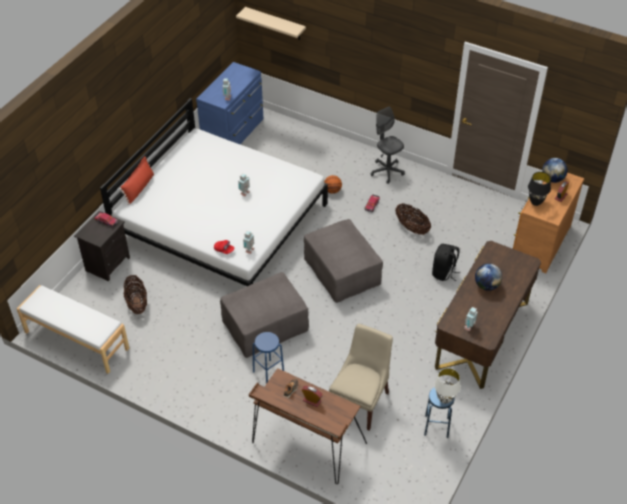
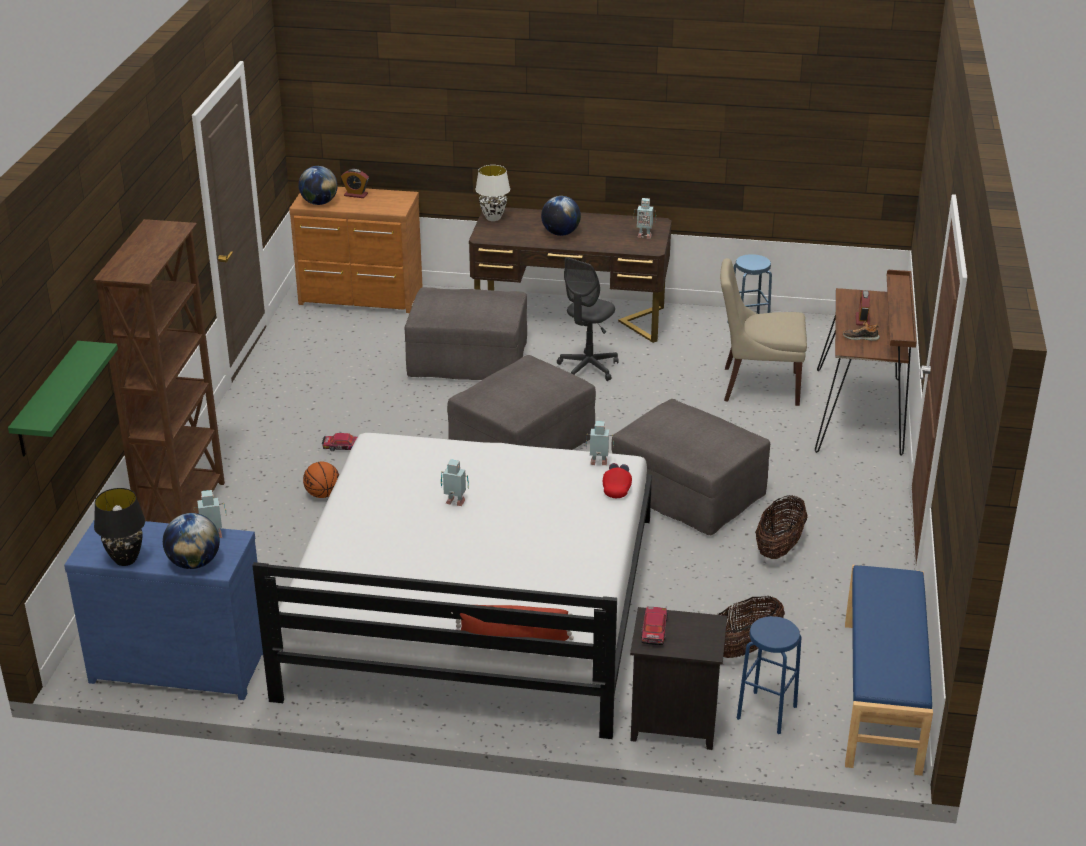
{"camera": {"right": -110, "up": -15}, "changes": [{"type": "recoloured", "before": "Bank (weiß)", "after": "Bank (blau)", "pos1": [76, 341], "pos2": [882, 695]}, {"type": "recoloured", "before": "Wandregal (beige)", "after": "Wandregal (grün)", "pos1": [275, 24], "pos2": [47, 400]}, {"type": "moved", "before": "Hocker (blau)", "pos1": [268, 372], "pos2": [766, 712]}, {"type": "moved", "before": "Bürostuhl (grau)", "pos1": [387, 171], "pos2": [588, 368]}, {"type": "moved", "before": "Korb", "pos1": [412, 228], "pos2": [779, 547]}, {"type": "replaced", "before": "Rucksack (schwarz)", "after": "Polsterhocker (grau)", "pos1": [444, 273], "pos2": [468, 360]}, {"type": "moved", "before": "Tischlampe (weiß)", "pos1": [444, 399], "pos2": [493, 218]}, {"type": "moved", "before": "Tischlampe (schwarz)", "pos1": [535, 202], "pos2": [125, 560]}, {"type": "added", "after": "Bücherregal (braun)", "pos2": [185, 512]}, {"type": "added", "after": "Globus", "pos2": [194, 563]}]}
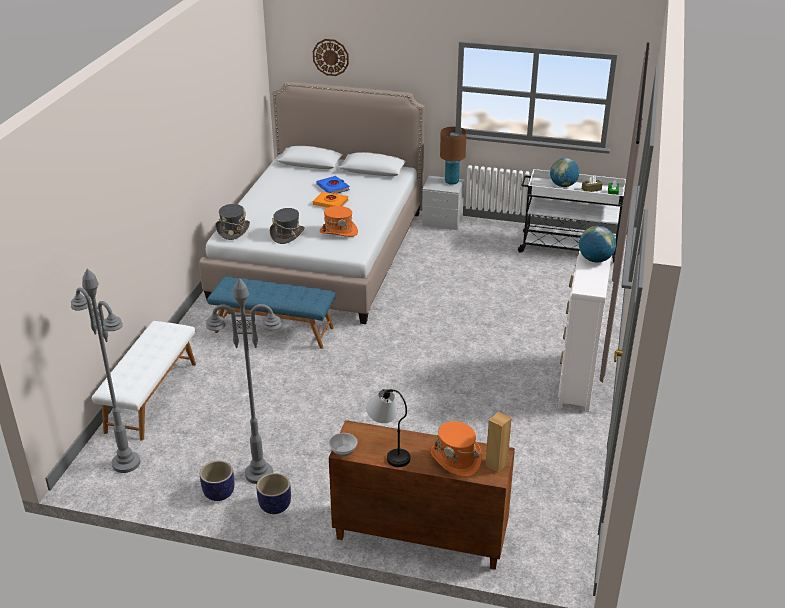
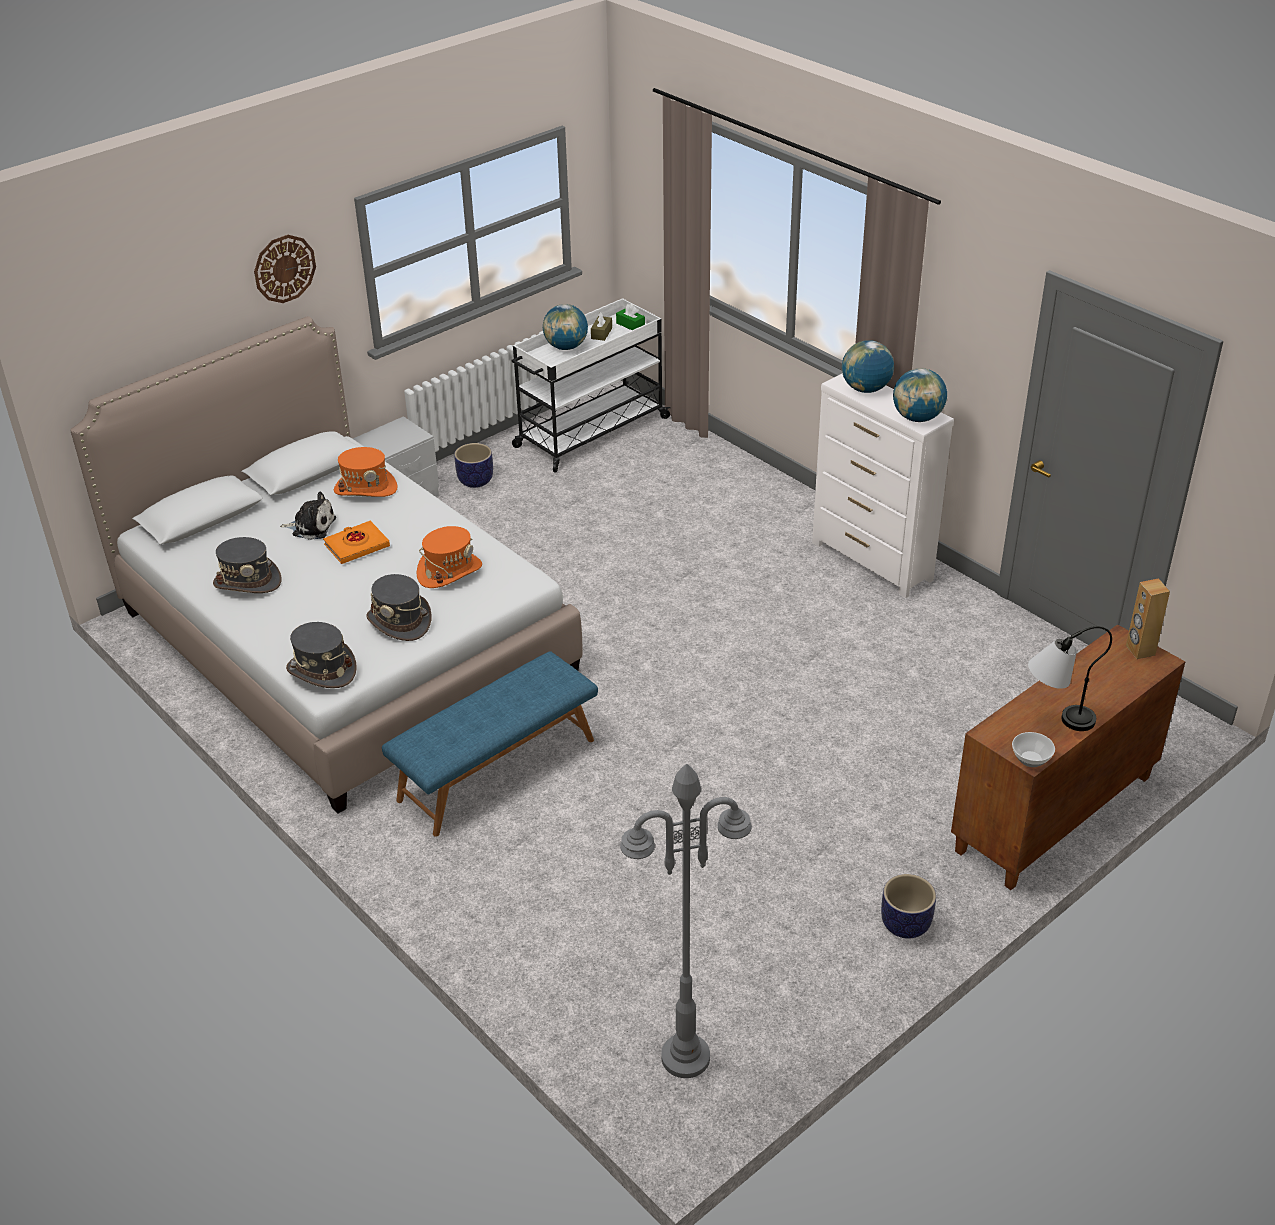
{"camera": {"right": -55, "up": 5}, "changes": [{"type": "removed", "before": "Bank (weiß)", "pos1": [151, 396]}, {"type": "moved", "before": "Pflanzkübel", "pos1": [218, 493], "pos2": [475, 481]}, {"type": "removed", "before": "Stehlampe (grau)", "pos1": [258, 474]}, {"type": "moved", "before": "Wanduhr", "pos1": [330, 57], "pos2": [284, 268]}, {"type": "replaced", "before": "Buch (blau)", "after": "Plüschtier", "pos1": [333, 187], "pos2": [311, 526]}, {"type": "moved", "before": "Hut (orange)", "pos1": [456, 459], "pos2": [365, 489]}, {"type": "removed", "before": "Tischlampe (braun)", "pos1": [451, 182]}, {"type": "added", "after": "Hut (grau)", "pos2": [247, 582]}, {"type": "added", "after": "Globus", "pos2": [917, 418]}]}
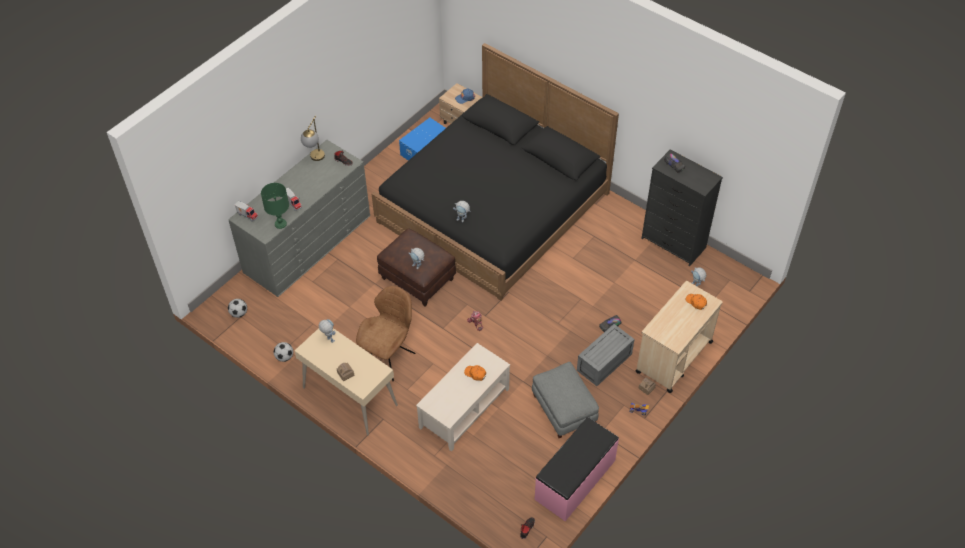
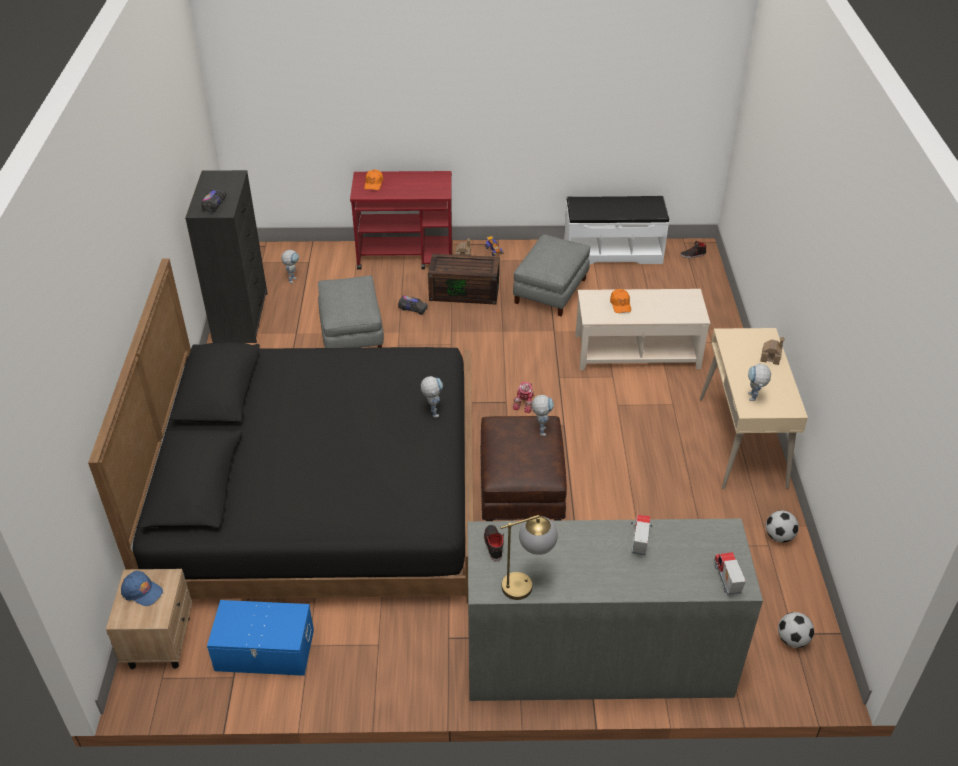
{"camera": {"right": -130, "up": -10}, "changes": [{"type": "removed", "before": "Tischlampe (grün)", "pos1": [280, 224]}, {"type": "removed", "before": "Stuhl (braun)", "pos1": [389, 357]}, {"type": "recoloured", "before": "Bank (rosa)", "after": "Bank (weiß)", "pos1": [575, 480], "pos2": [612, 251]}, {"type": "recoloured", "before": "Aufbewahrungsbox (grau)", "after": "Aufbewahrungsbox (braun)", "pos1": [604, 363], "pos2": [465, 291]}, {"type": "recoloured", "before": "Rollwagen (beige)", "after": "Rollwagen (rot)", "pos1": [673, 357], "pos2": [406, 256]}, {"type": "added", "after": "Polsterhocker (grau)", "pos2": [351, 333]}]}
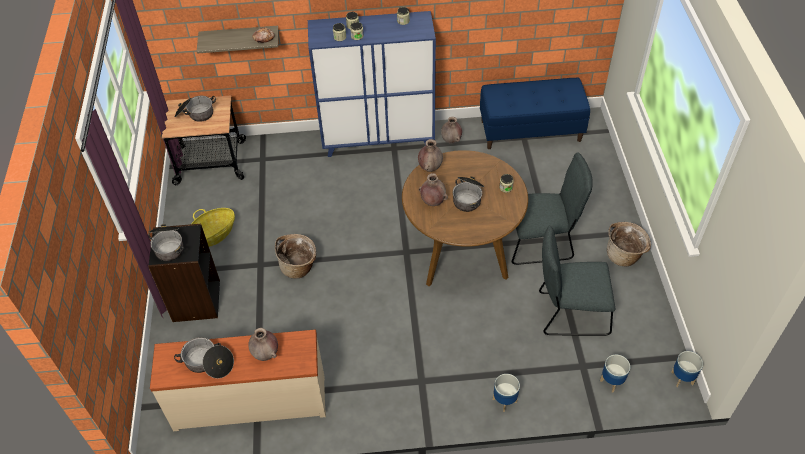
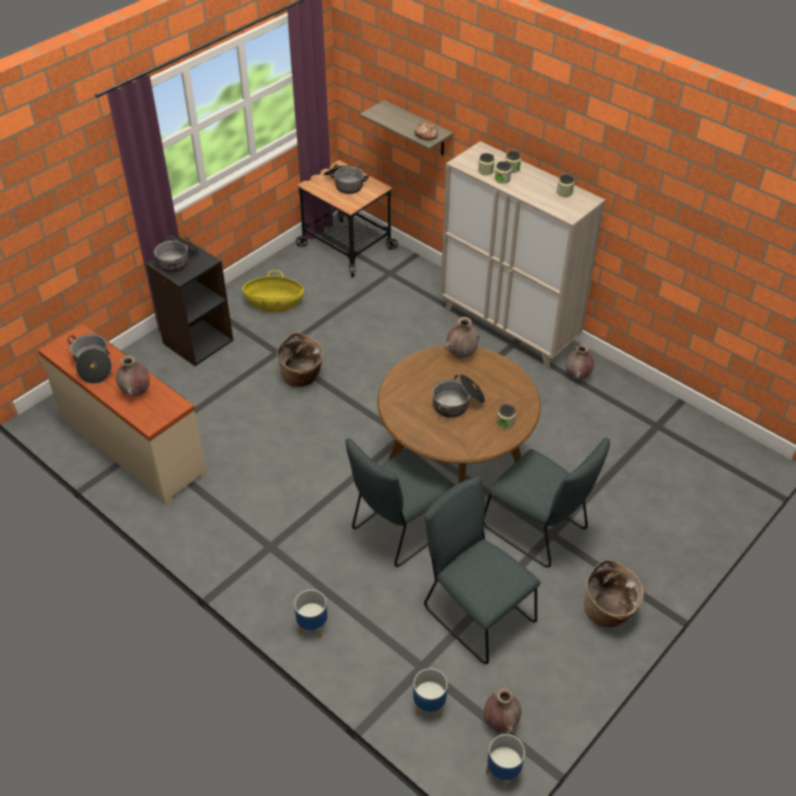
{"camera": {"right": 45, "up": -5}, "changes": [{"type": "recoloured", "before": "Schrank (blau)", "after": "Schrank (beige)", "pos1": [378, 140], "pos2": [508, 327]}, {"type": "moved", "before": "Vase (braun)", "pos1": [433, 202], "pos2": [500, 722]}, {"type": "removed", "before": "Bank (blau)", "pos1": [531, 130]}, {"type": "added", "after": "Stuhl (grau)", "pos2": [400, 529]}]}
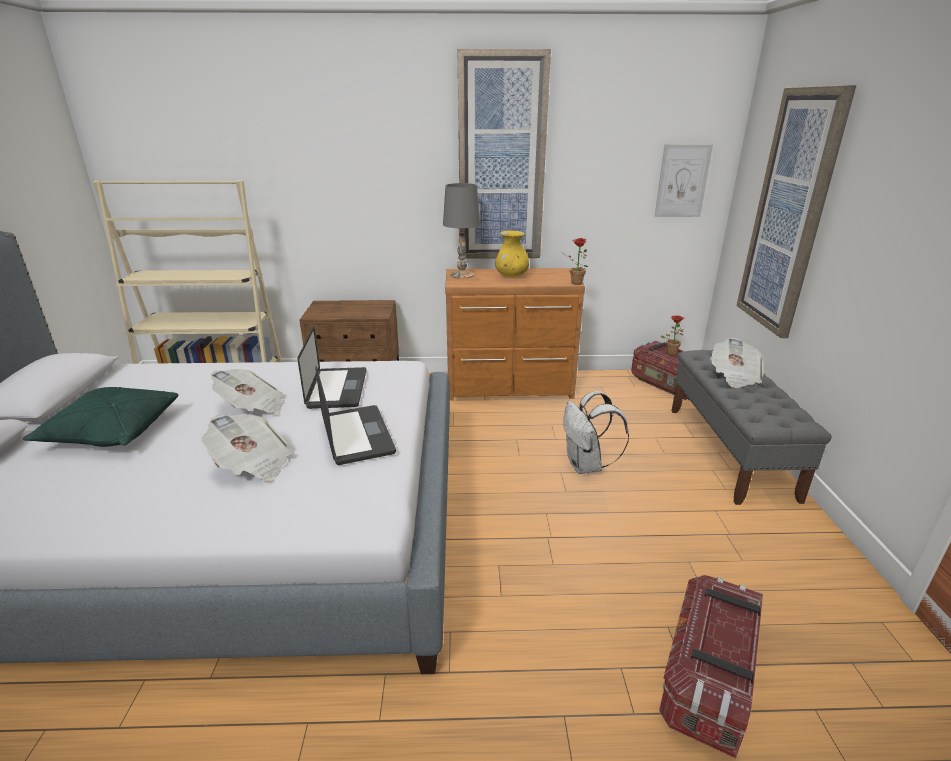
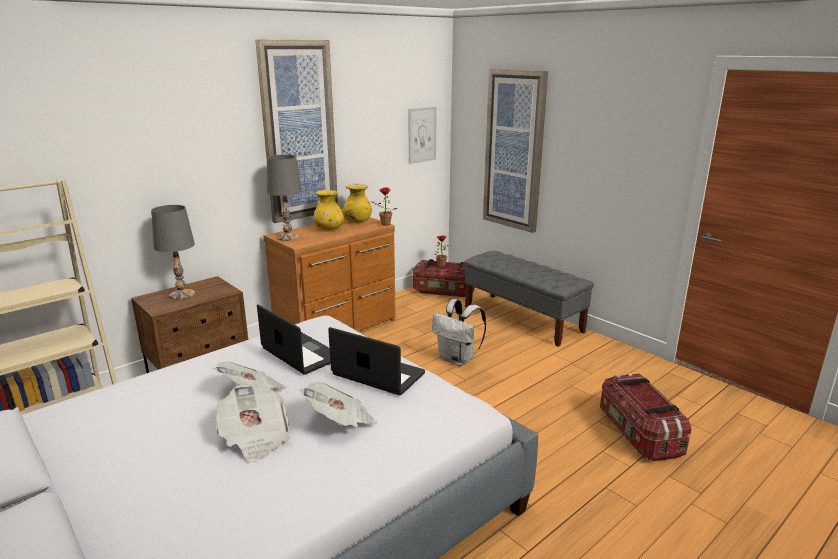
{"camera": {"right": -40, "up": -5}, "changes": [{"type": "removed", "before": "Kissen (grün)", "pos1": [112, 432]}, {"type": "moved", "before": "Zeitung", "pos1": [734, 376], "pos2": [255, 438]}, {"type": "added", "after": "Tischlampe (grau)", "pos2": [181, 294]}, {"type": "added", "after": "Vase (gelb)", "pos2": [357, 222]}]}
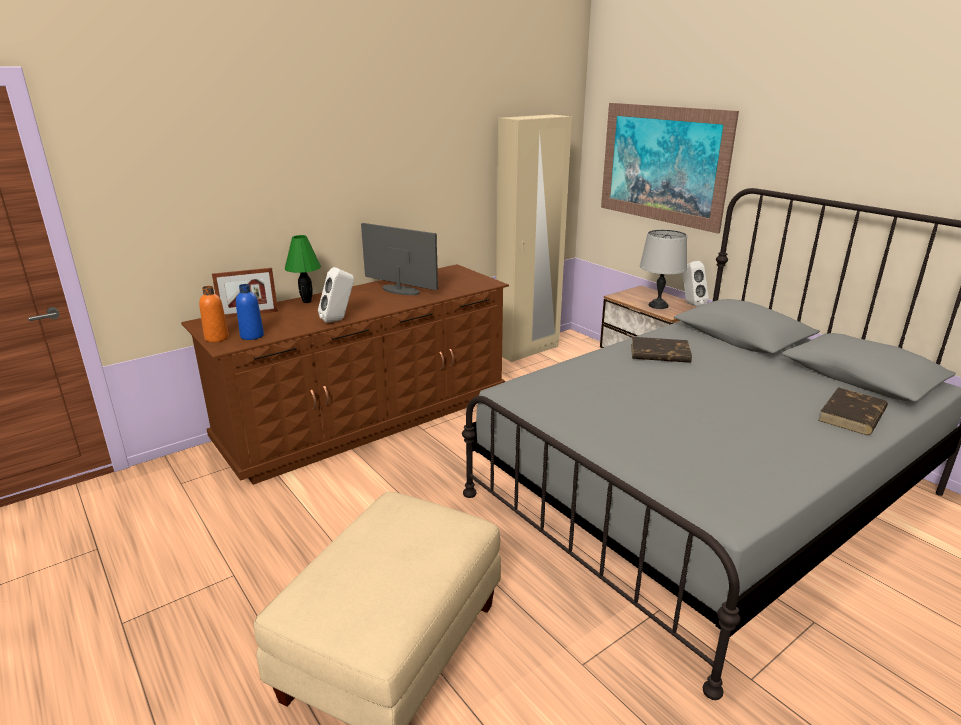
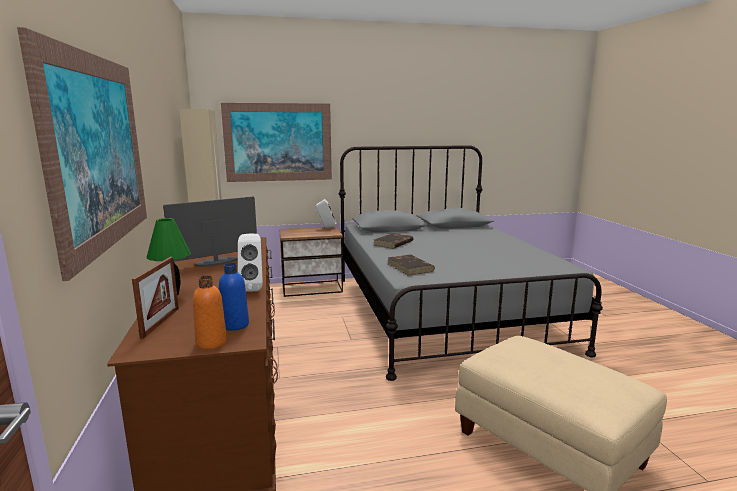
{"camera": {"right": -65, "up": -10}, "changes": [{"type": "removed", "before": "Tischlampe (grau)", "pos1": [658, 305]}, {"type": "moved", "before": "Buch (braun)", "pos1": [852, 415], "pos2": [410, 267]}, {"type": "added", "after": "Bild", "pos2": [99, 152]}]}
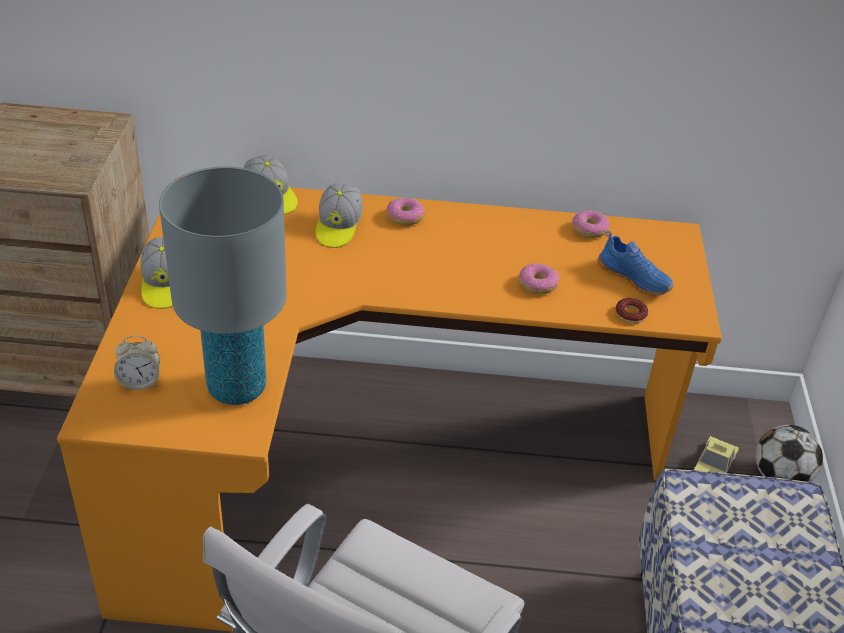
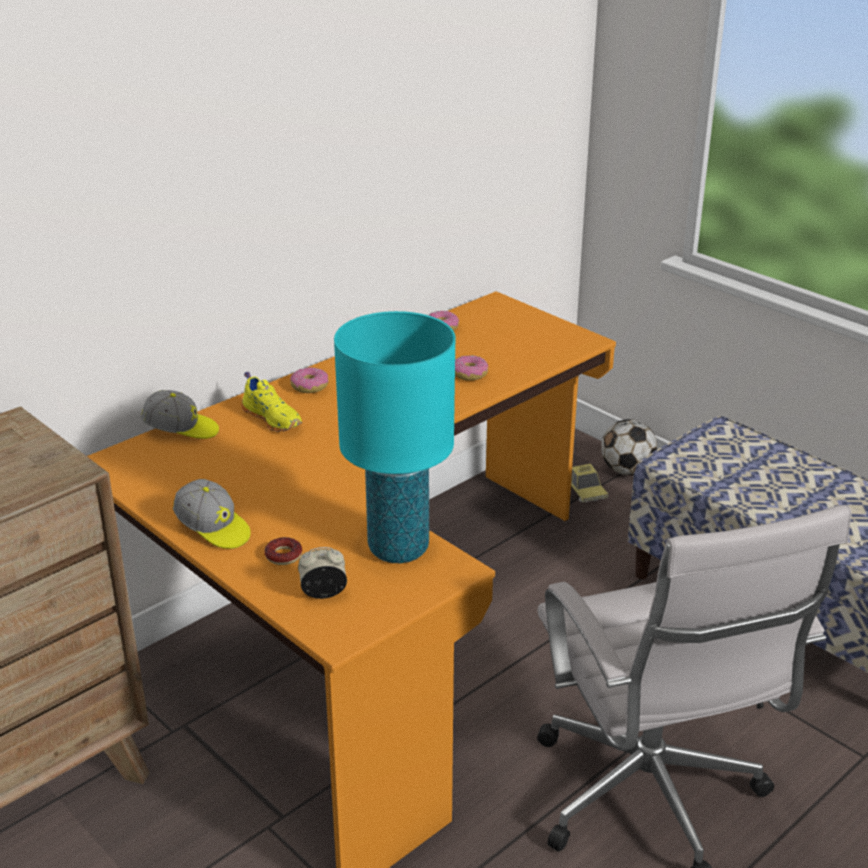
{"camera": {"right": -45, "up": -10}, "changes": [{"type": "turned", "before": "Wecker", "pos1": [140, 382], "pos2": [323, 593], "turn": -135}, {"type": "recoloured", "before": "Tischlampe (grau)", "after": "Tischlampe (türkis)", "pos1": [236, 387], "pos2": [398, 548]}, {"type": "replaced", "before": "Kappe", "after": "Schuh (gelb)", "pos1": [338, 227], "pos2": [273, 418]}, {"type": "removed", "before": "Schuh (blau)", "pos1": [634, 278]}, {"type": "moved", "before": "Donut", "pos1": [631, 314], "pos2": [283, 555]}]}
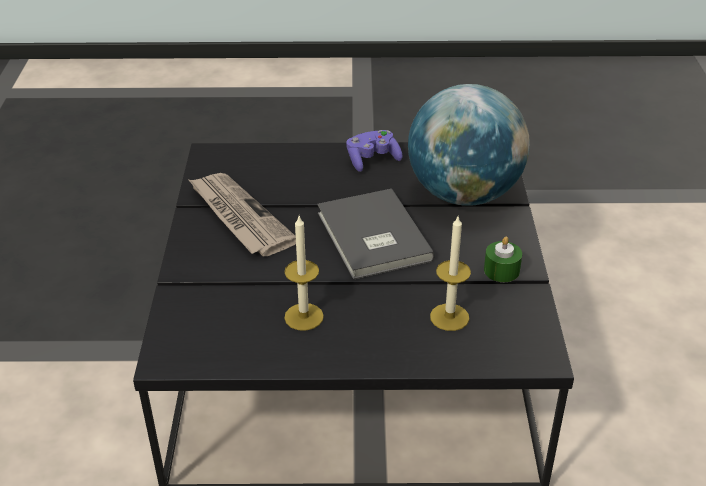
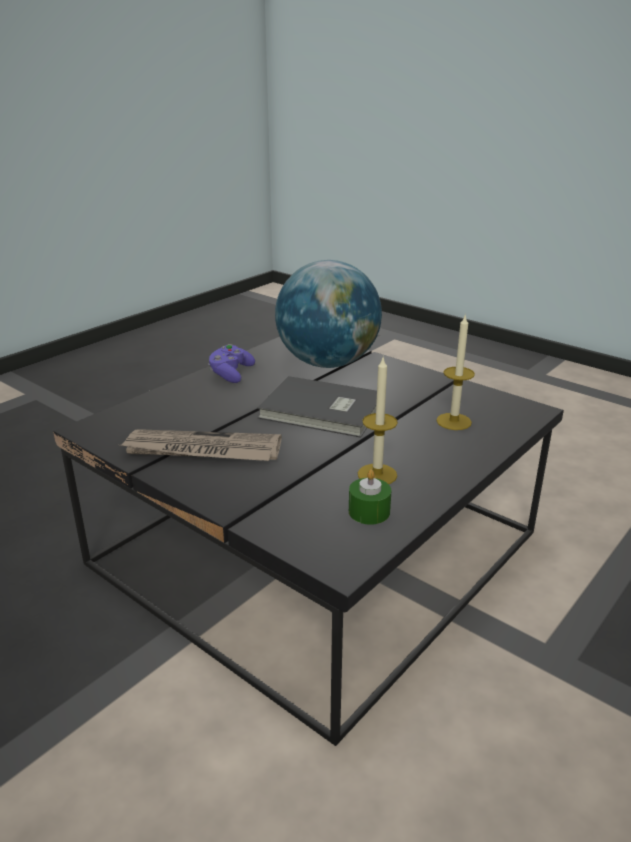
{"camera": {"right": -50, "up": -10}, "changes": [{"type": "moved", "before": "Kerze (grün)", "pos1": [501, 270], "pos2": [369, 512]}]}
